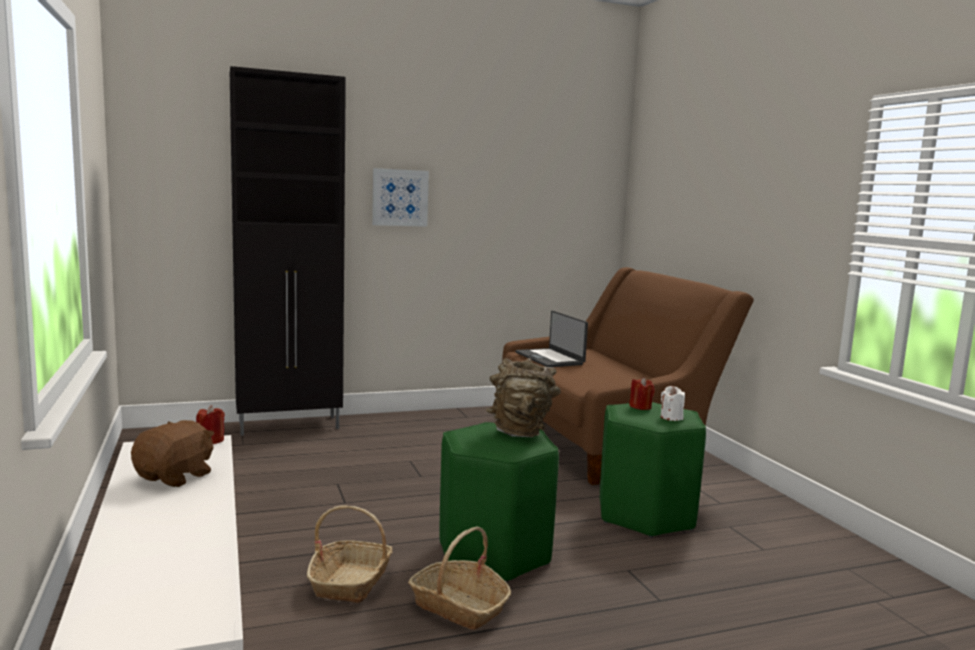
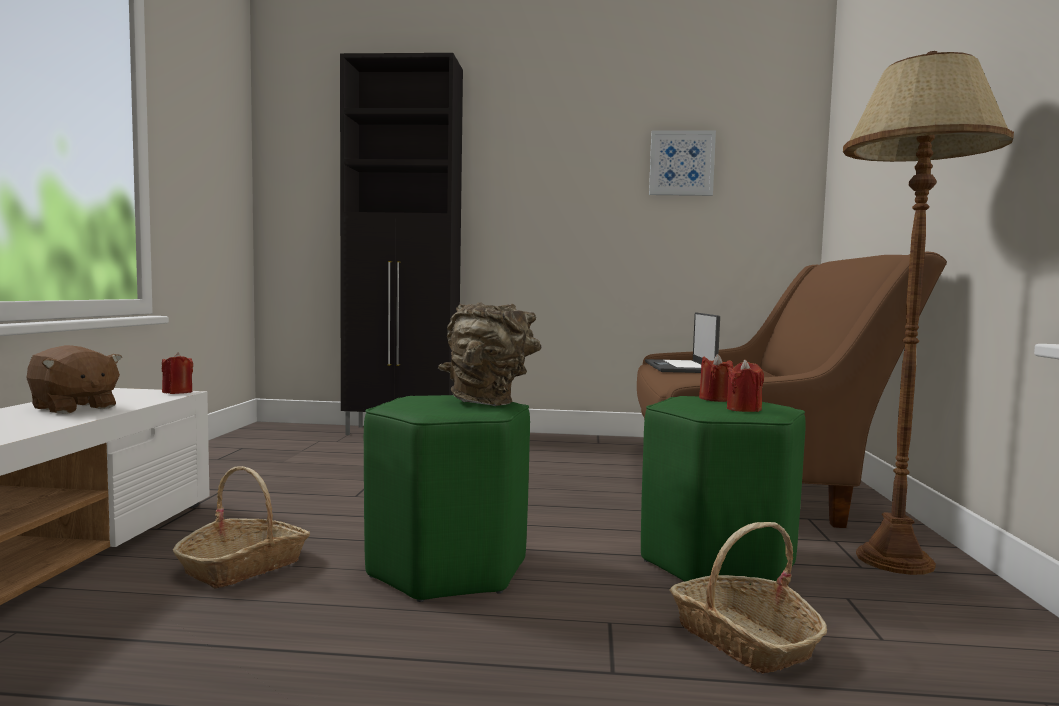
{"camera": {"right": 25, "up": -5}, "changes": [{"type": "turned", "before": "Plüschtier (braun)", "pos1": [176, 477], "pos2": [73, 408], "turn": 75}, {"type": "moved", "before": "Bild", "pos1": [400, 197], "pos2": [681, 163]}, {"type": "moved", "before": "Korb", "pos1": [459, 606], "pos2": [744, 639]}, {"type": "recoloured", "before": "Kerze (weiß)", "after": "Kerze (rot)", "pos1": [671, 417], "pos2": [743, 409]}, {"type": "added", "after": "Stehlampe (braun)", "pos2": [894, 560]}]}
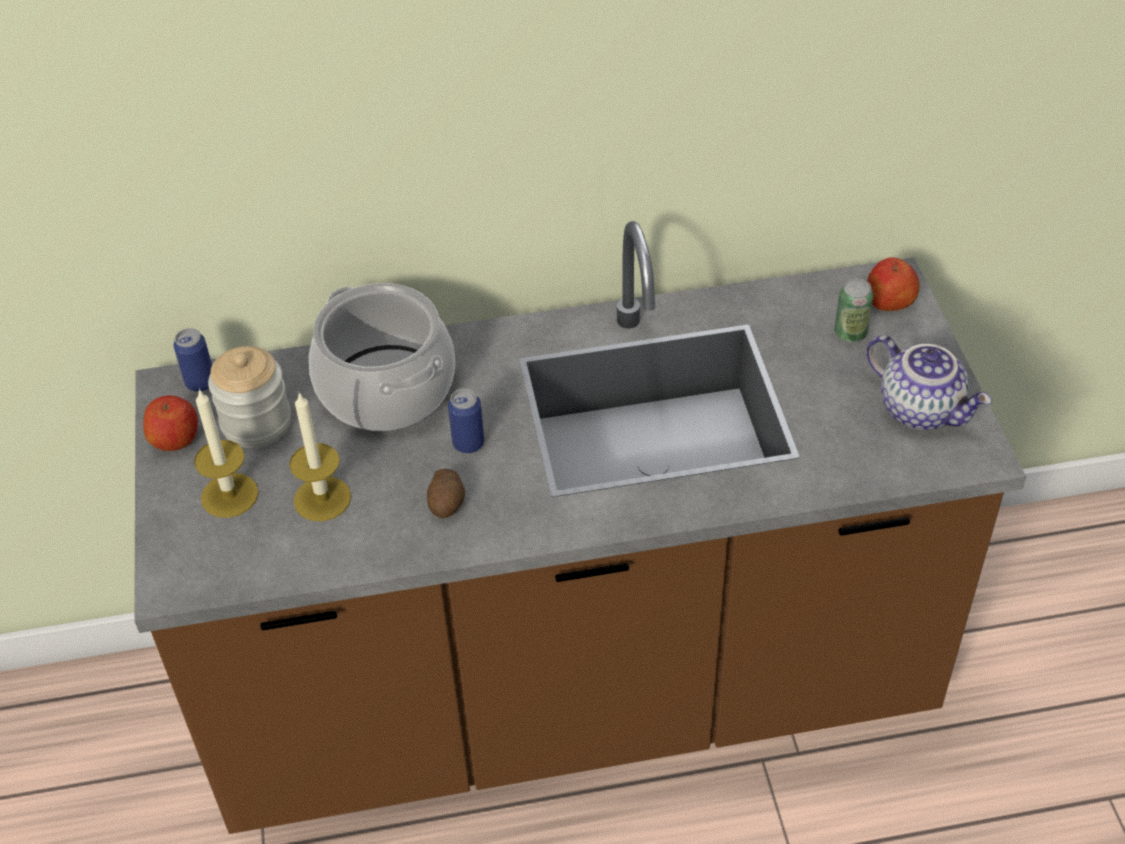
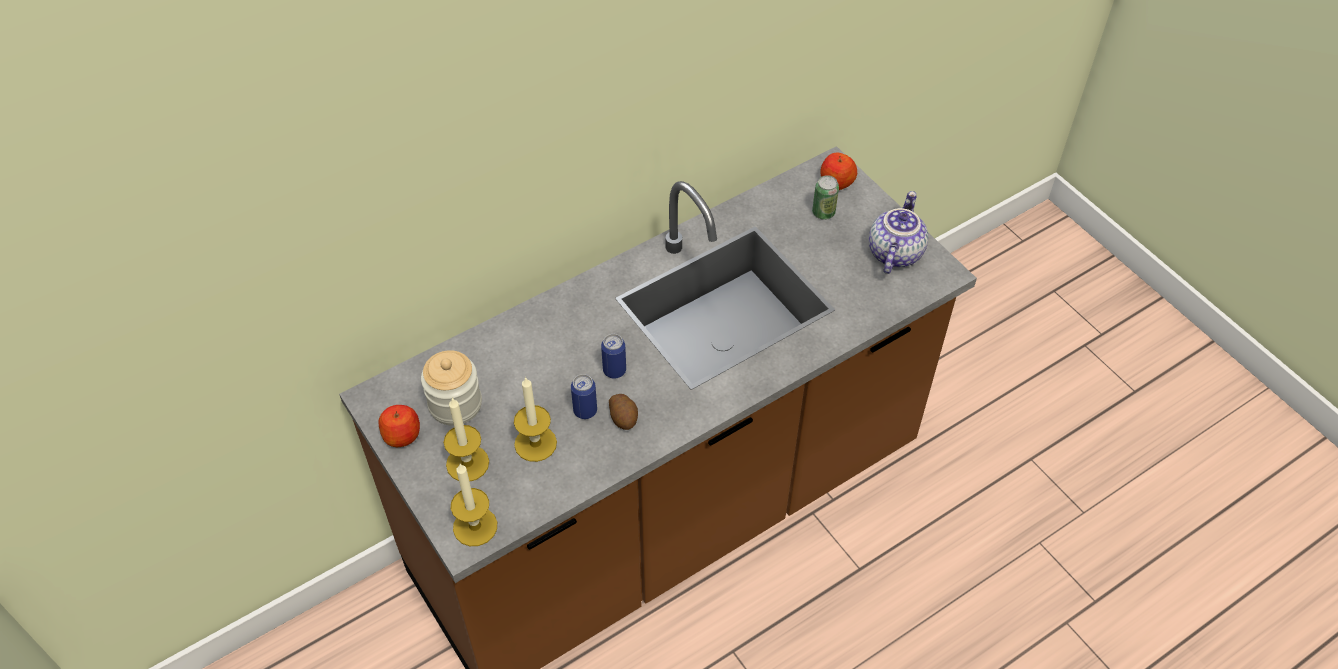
{"camera": {"right": -25, "up": 5}, "changes": [{"type": "moved", "before": "Dose", "pos1": [200, 382], "pos2": [585, 411]}, {"type": "removed", "before": "Kochtopf", "pos1": [385, 389]}, {"type": "turned", "before": "Teekanne", "pos1": [922, 409], "pos2": [893, 252], "turn": -90}, {"type": "added", "after": "Kerze", "pos2": [475, 526]}]}
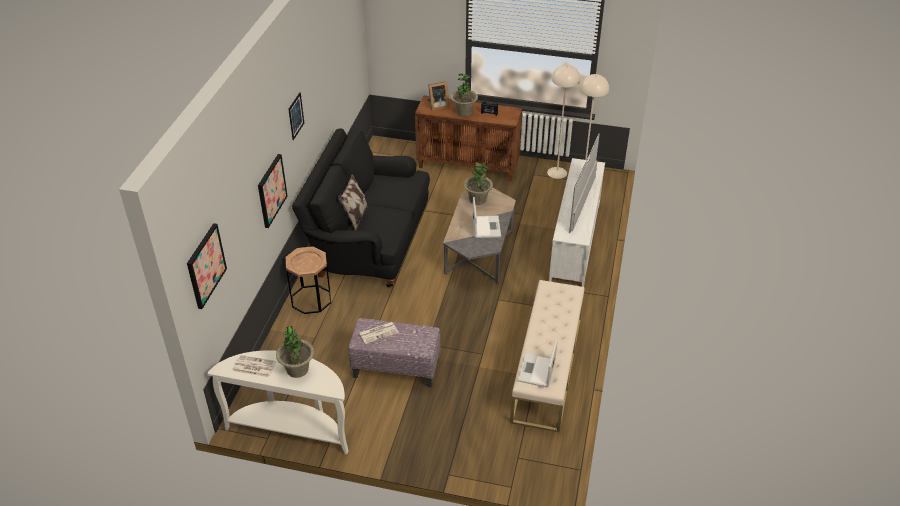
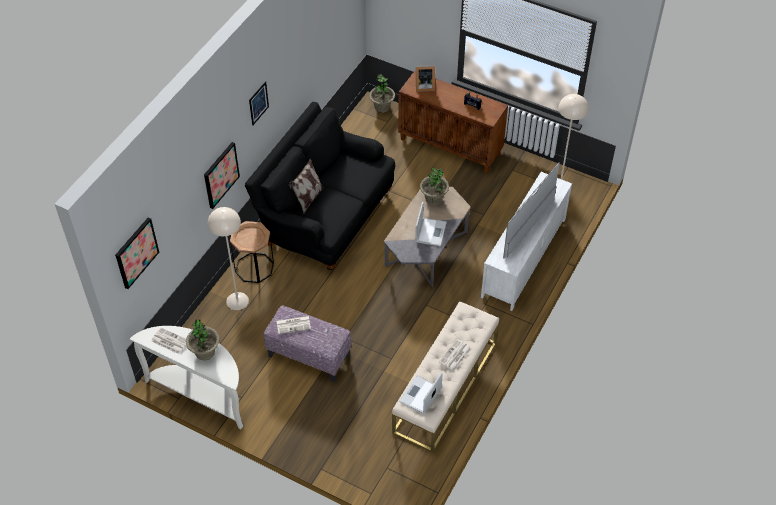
{"camera": {"right": 15, "up": 10}, "changes": [{"type": "moved", "before": "Topfpflanze", "pos1": [464, 112], "pos2": [382, 107]}, {"type": "moved", "before": "Stehlampe (beige)", "pos1": [557, 172], "pos2": [237, 301]}, {"type": "added", "after": "Zeitung", "pos2": [455, 356]}]}
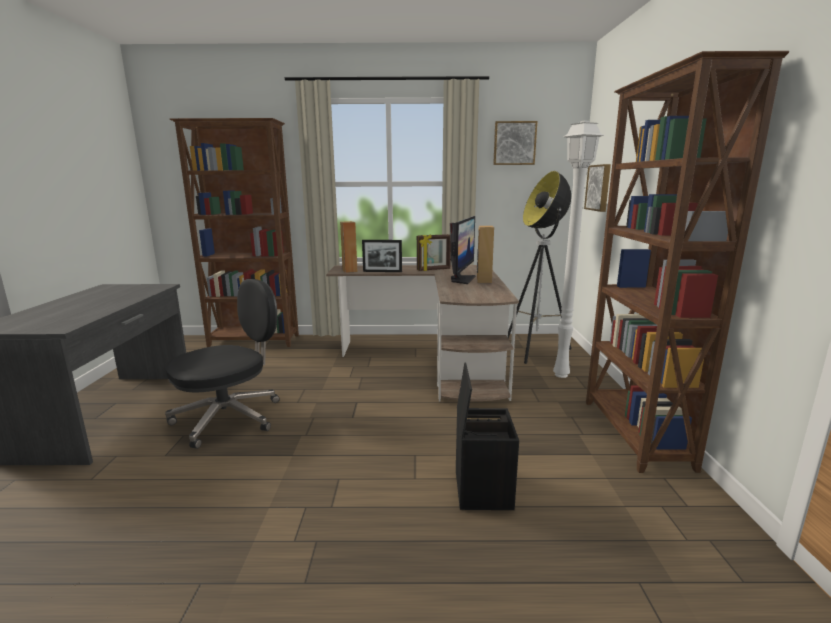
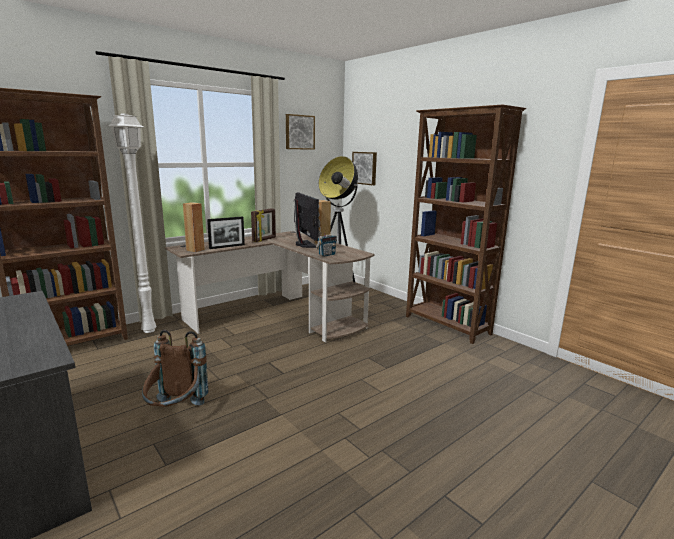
{"camera": {"right": -40, "up": 0}, "changes": [{"type": "replaced", "before": "Bürostuhl (schwarz)", "after": "Rucksack (braun)", "pos1": [230, 417], "pos2": [176, 412]}, {"type": "removed", "before": "Aufbewahrungsbox (schwarz)", "pos1": [481, 488]}, {"type": "moved", "before": "Stehlampe (weiß)", "pos1": [559, 375], "pos2": [147, 330]}, {"type": "added", "after": "Radio", "pos2": [326, 255]}]}
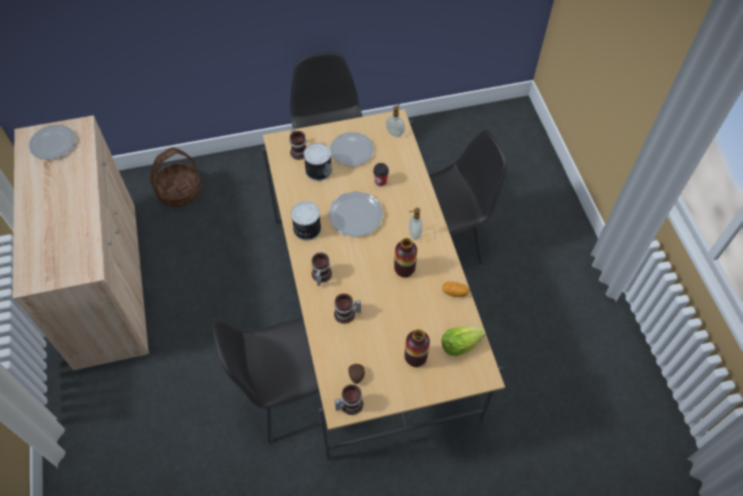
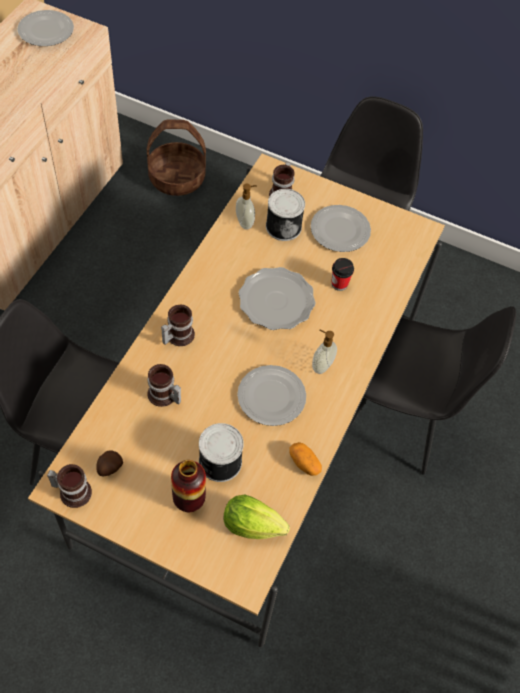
{"camera": {"right": 35, "up": 0}, "changes": [{"type": "moved", "before": "Dose", "pos1": [306, 229], "pos2": [219, 462]}, {"type": "moved", "before": "Seifenspender", "pos1": [395, 133], "pos2": [245, 222]}, {"type": "replaced", "before": "Vase", "after": "Teller", "pos1": [404, 270], "pos2": [272, 396]}]}
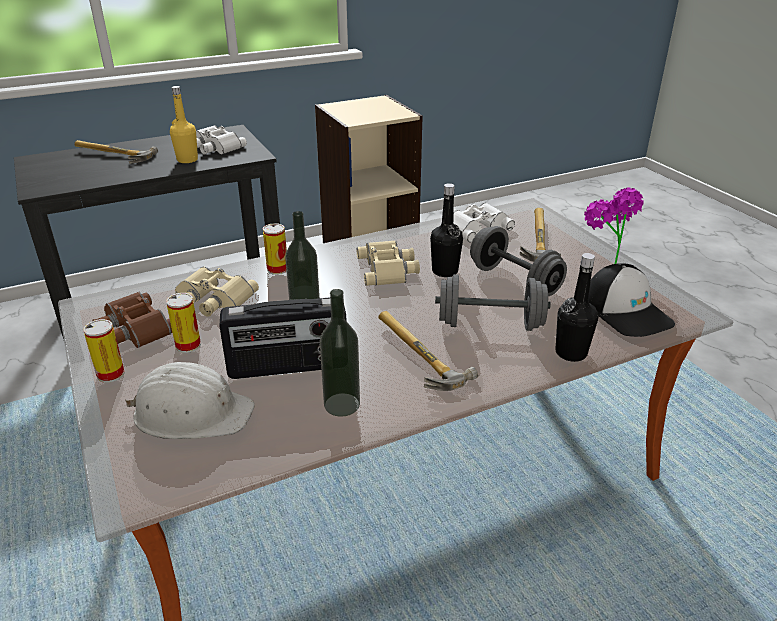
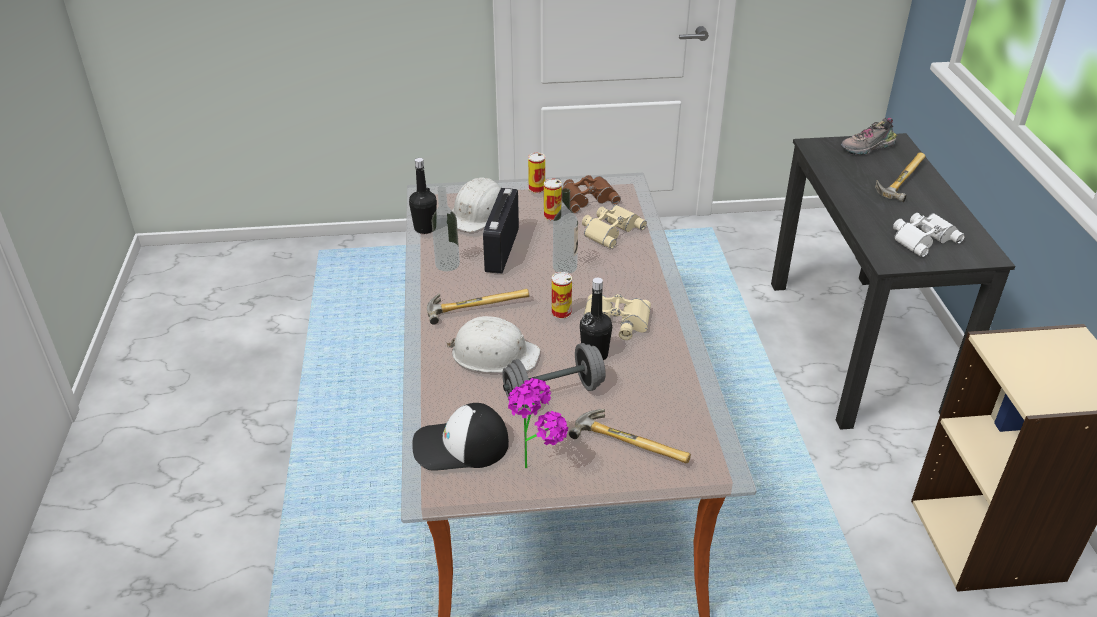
{"camera": {"right": 110, "up": 5}, "changes": [{"type": "removed", "before": "Flasche (gelb)", "pos1": [187, 160]}, {"type": "moved", "before": "Dose", "pos1": [277, 269], "pos2": [561, 313]}, {"type": "replaced", "before": "Hantel (grau)", "after": "Schutzhelm (weiß)", "pos1": [490, 324], "pos2": [494, 354]}, {"type": "removed", "before": "Fernglas (weiß)", "pos1": [475, 227]}, {"type": "moved", "before": "Flasche (schwarz)", "pos1": [571, 353], "pos2": [425, 228]}, {"type": "added", "after": "Schuh", "pos2": [867, 148]}]}
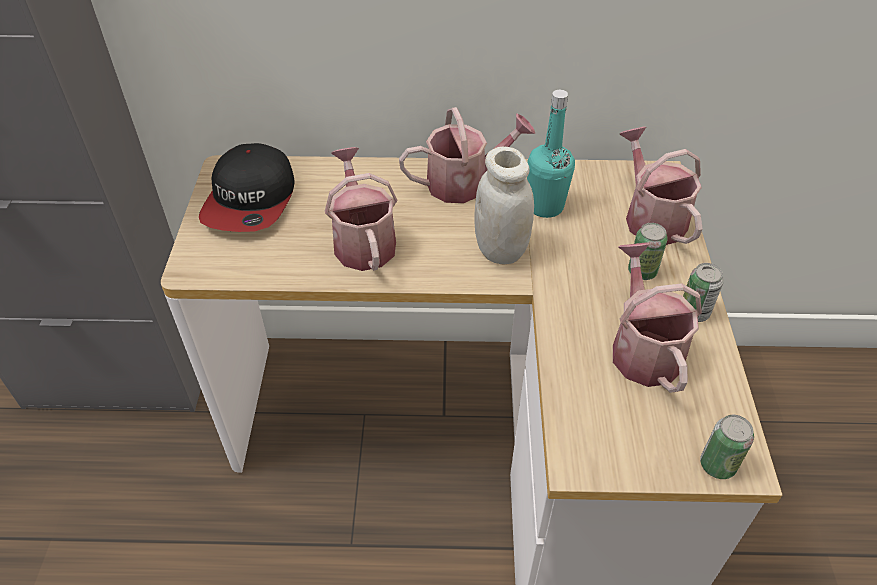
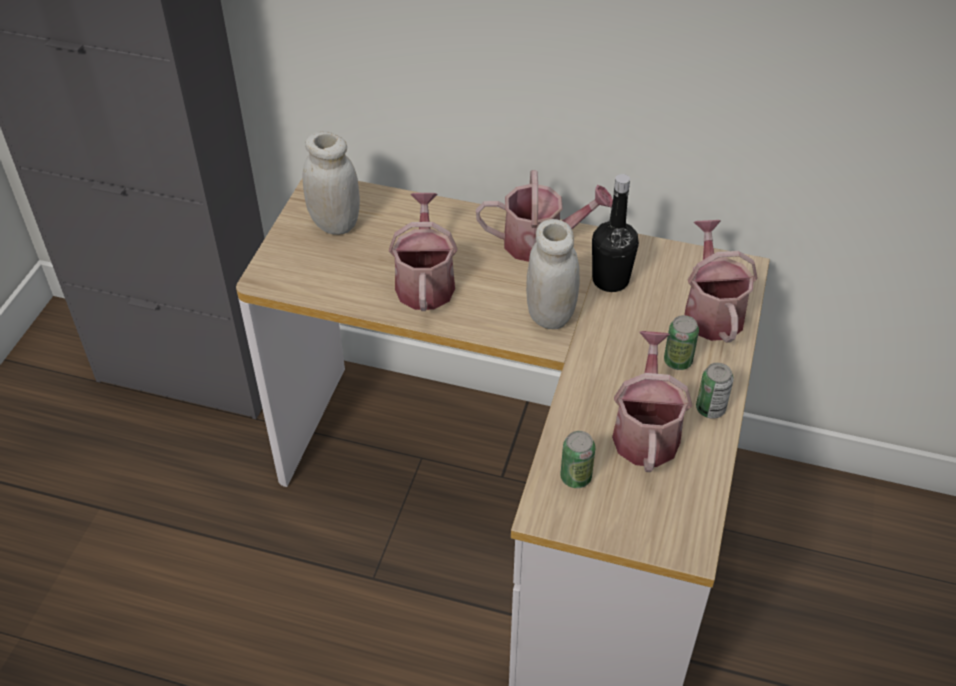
{"camera": {"right": 15, "up": 0}, "changes": [{"type": "replaced", "before": "Kappe", "after": "Vorratsglas (weiß)", "pos1": [251, 200], "pos2": [335, 223]}, {"type": "recoloured", "before": "Flasche (türkis)", "after": "Flasche (schwarz)", "pos1": [545, 206], "pos2": [610, 280]}, {"type": "moved", "before": "Dose", "pos1": [717, 465], "pos2": [575, 477]}]}
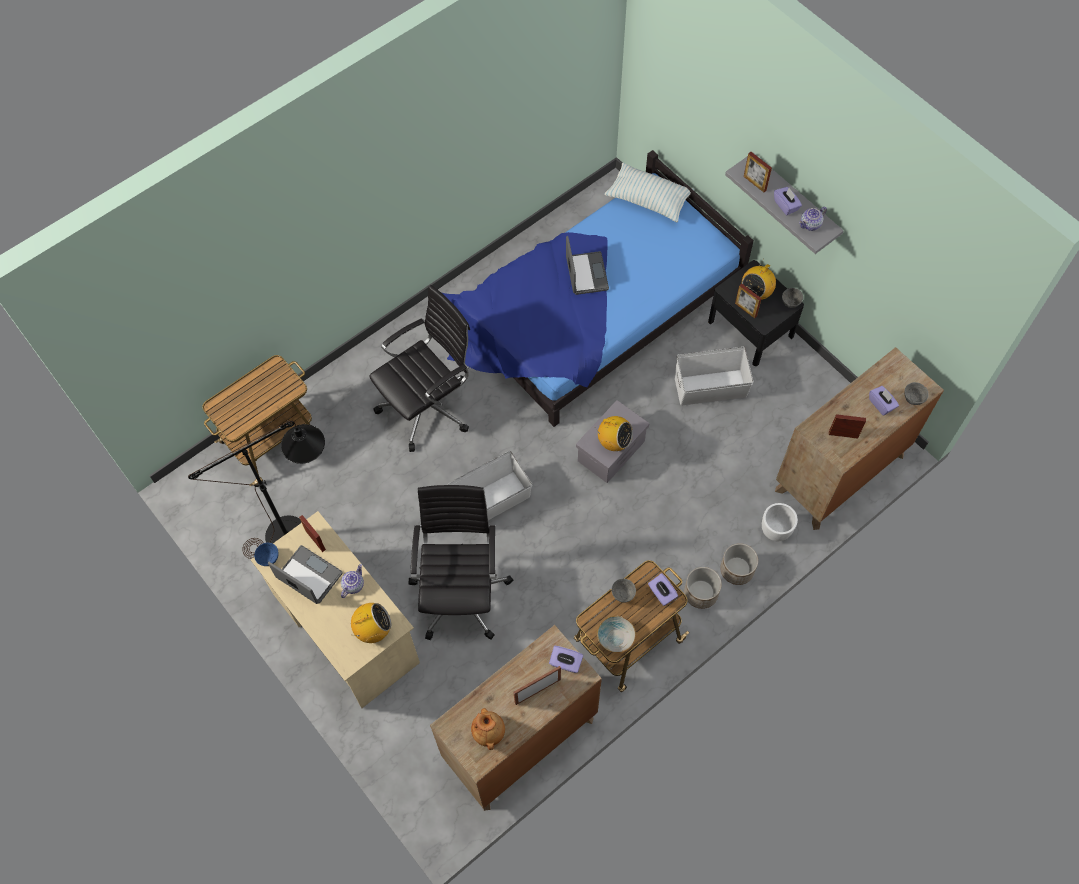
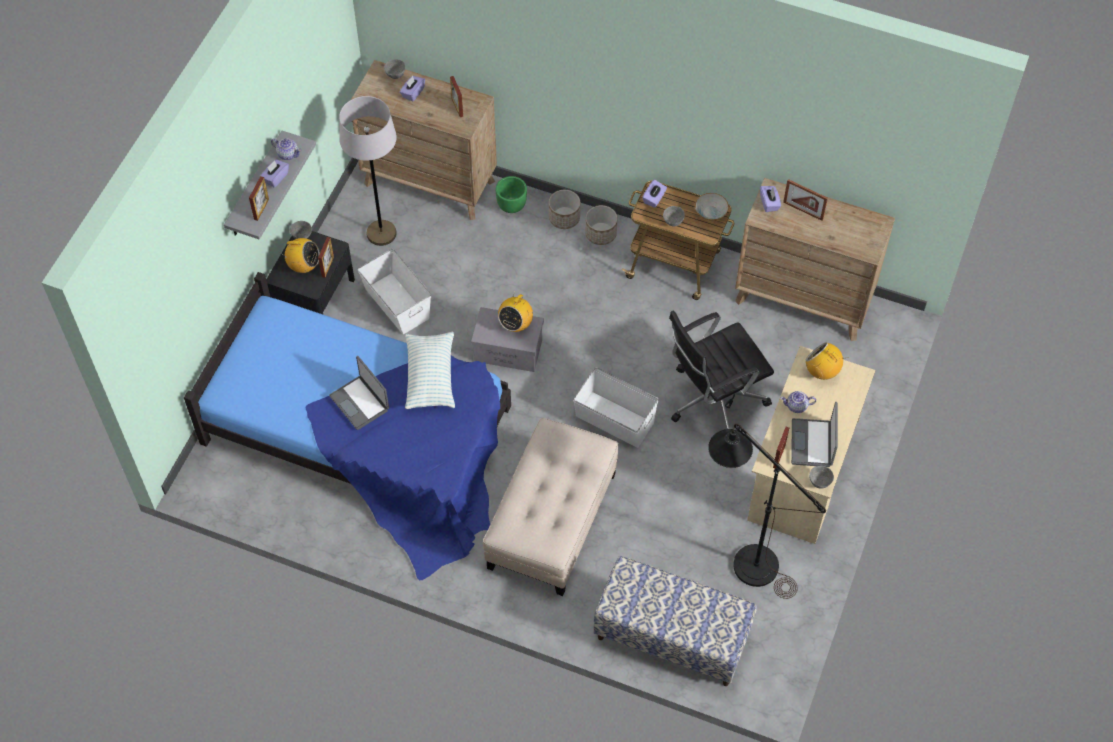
{"camera": {"right": -120, "up": -5}, "changes": [{"type": "replaced", "before": "Rollwagen", "after": "Bank", "pos1": [273, 441], "pos2": [671, 637]}, {"type": "recoloured", "before": "Schüssel (blau)", "after": "Schüssel (grau)", "pos1": [269, 559], "pos2": [819, 482]}, {"type": "replaced", "before": "Bürostuhl (schwarz)", "after": "Polsterhocker (beige)", "pos1": [429, 406], "pos2": [551, 520]}, {"type": "removed", "before": "Vase (braun)", "pos1": [489, 732]}, {"type": "turned", "before": "Laptop", "pos1": [586, 274], "pos2": [360, 402], "turn": -90}, {"type": "turned", "before": "Radio", "pos1": [614, 442], "pos2": [515, 324], "turn": -150}, {"type": "moved", "before": "Kissen", "pos1": [648, 199], "pos2": [430, 377]}, {"type": "recoloured", "before": "Pflanzkübel (weiß)", "after": "Pflanzkübel (grün)", "pos1": [775, 531], "pos2": [512, 205]}, {"type": "added", "after": "Stehlampe (grau)", "pos2": [381, 233]}]}
